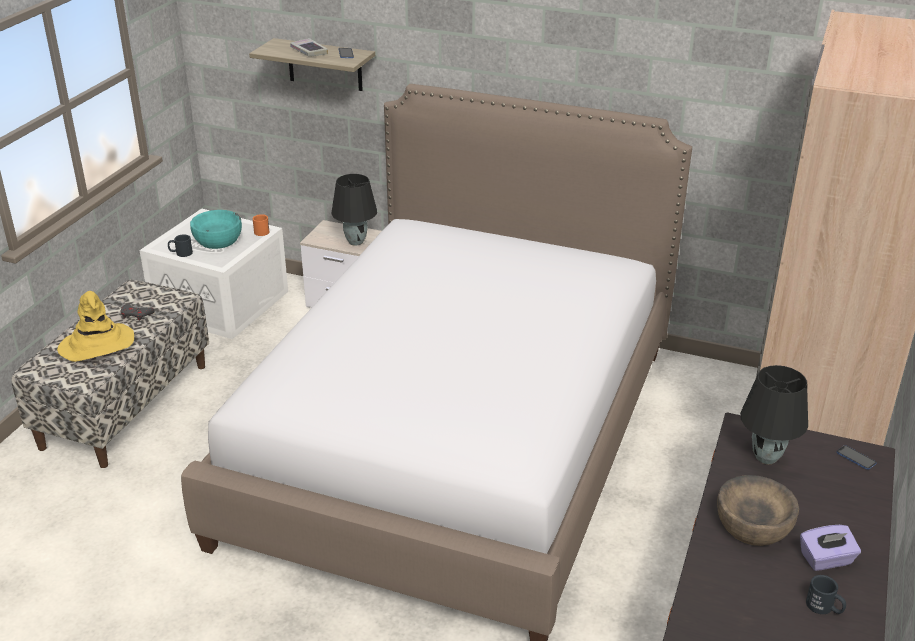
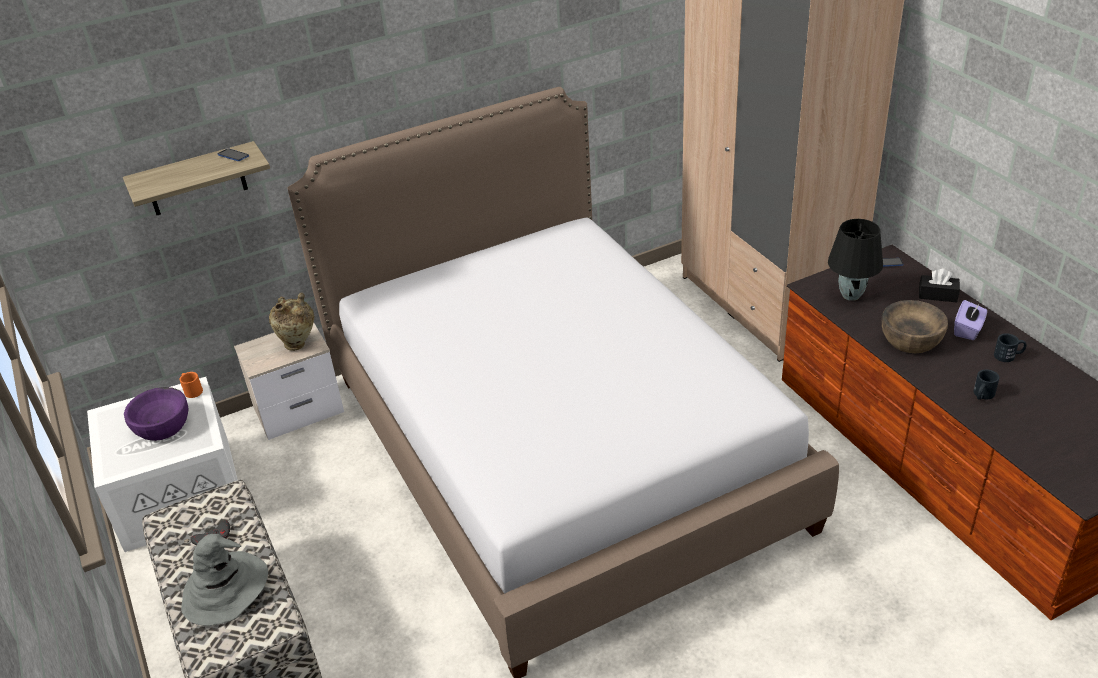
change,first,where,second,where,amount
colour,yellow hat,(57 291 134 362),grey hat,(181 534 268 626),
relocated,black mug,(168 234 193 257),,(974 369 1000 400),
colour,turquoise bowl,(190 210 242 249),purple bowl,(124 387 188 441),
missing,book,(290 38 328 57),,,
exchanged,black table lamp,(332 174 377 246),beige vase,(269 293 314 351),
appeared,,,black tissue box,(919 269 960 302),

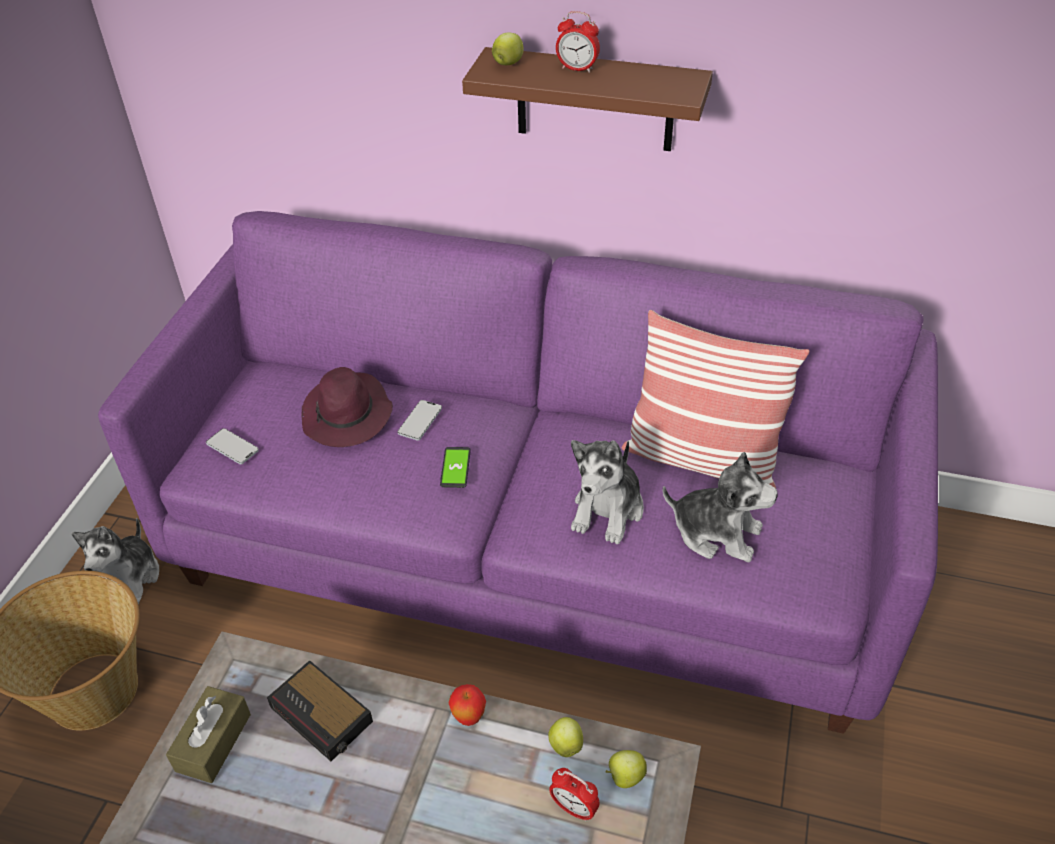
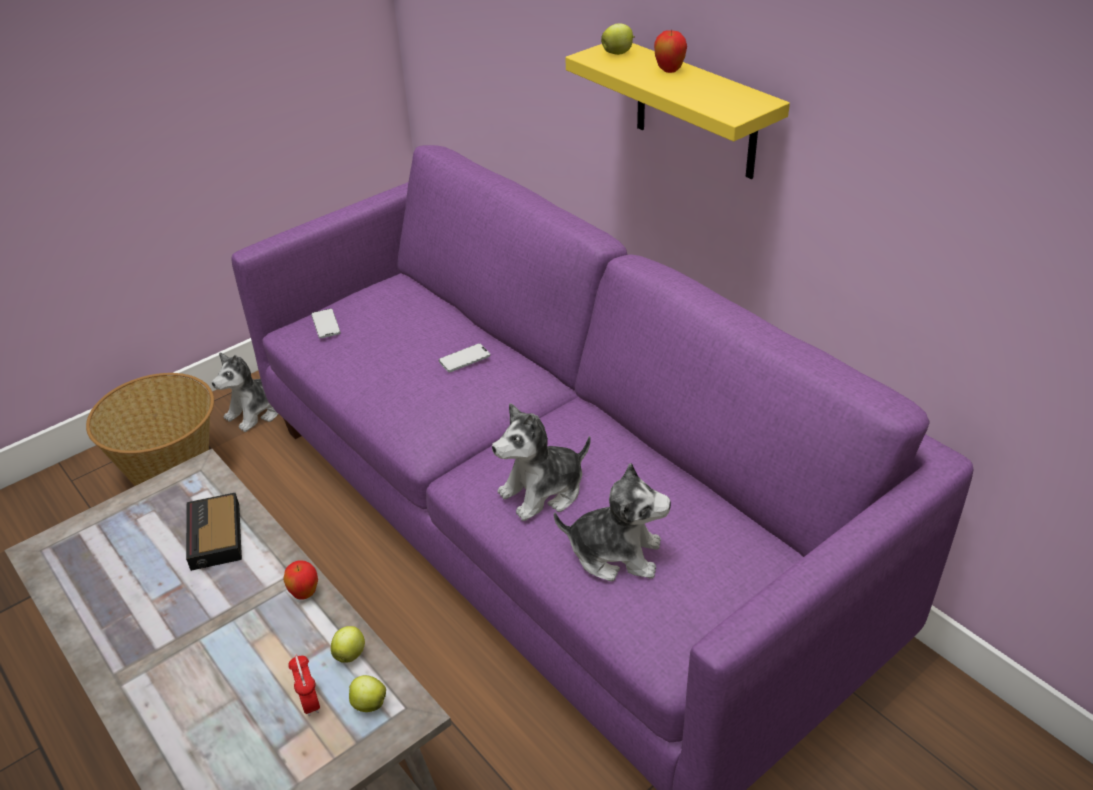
change,first,where,second,where,amount
missing,brown tissue box,(166 686 251 783),,,
missing,purple hat,(301 367 393 447),,,
missing,phone,(440 447 471 488),,,
colour,brown shelf,(462 47 713 151),yellow shelf,(566 43 790 179),
exchanged,alarm clock,(556 11 600 73),apple,(654 29 687 73),
missing,pillow,(621 310 810 488),,,
spun,plush toy,(662 452 778 562),,(554 463 671 581),45 degrees counterclockwise

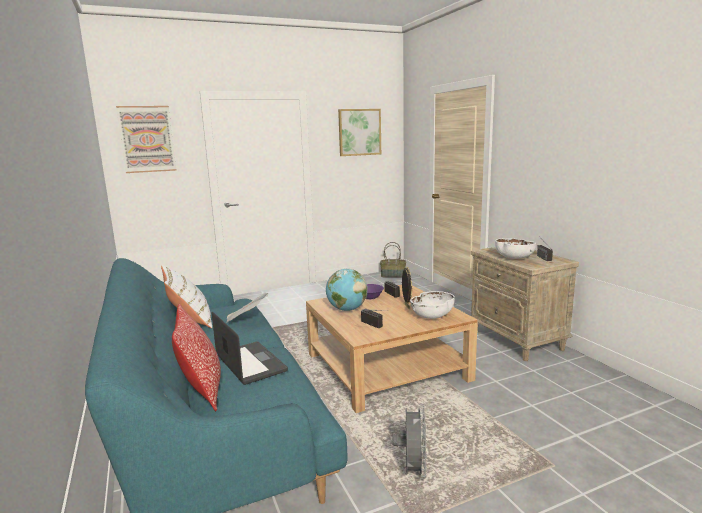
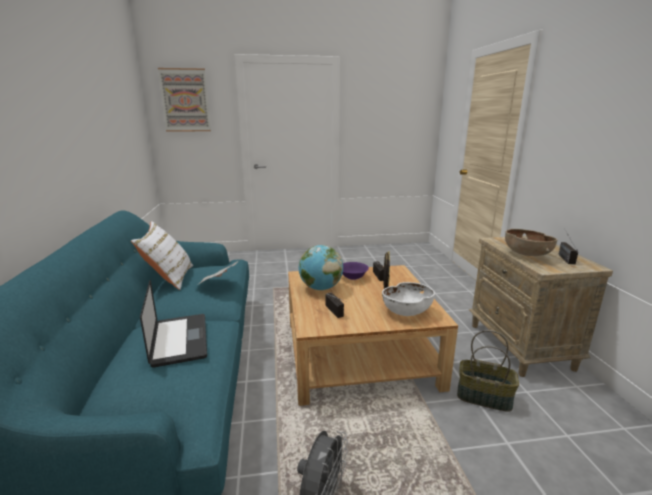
change,first,where,second,where,amount
missing,pillow,(172 304 221 412),,,
missing,picture,(338 109 381 156),,,
relocated,basket,(380 242 406 278),,(457 330 519 412),
colour,white bowl,(495 238 536 259),brown bowl,(505 229 557 256),

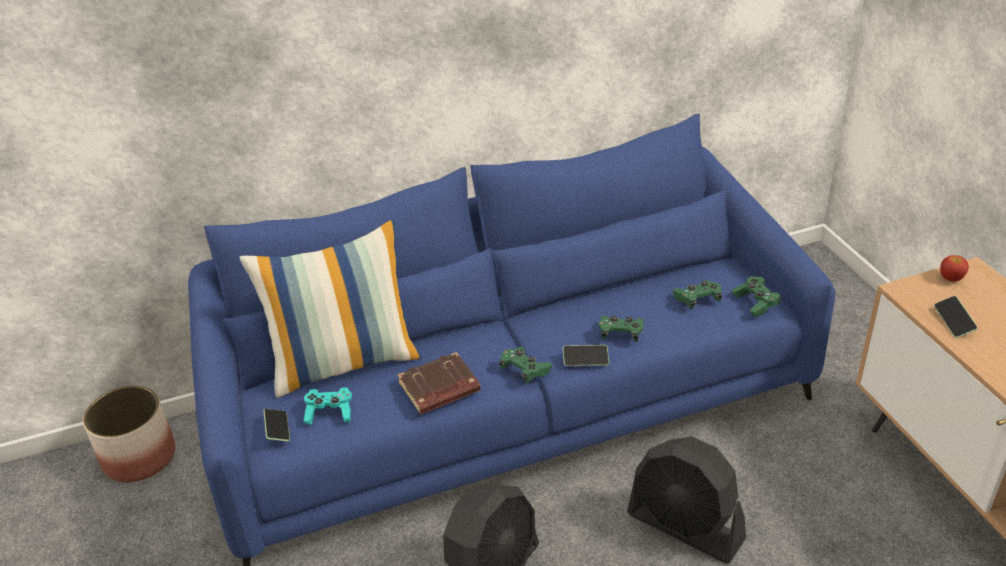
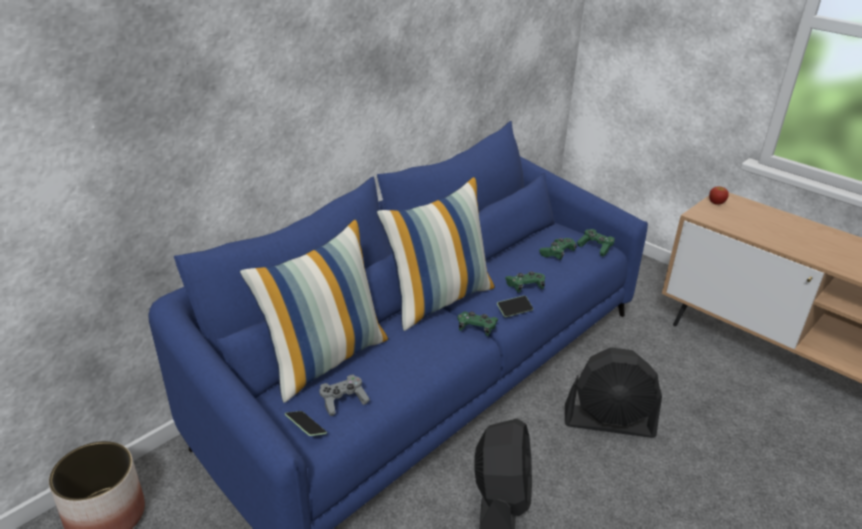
change,first,where,second,where,amount
colour,turquoise game controller,(304 387 352 425),grey game controller,(319 374 370 416),
missing,brown book,(397 352 481 414),,,
missing,phone,(934 296 978 338),,,
appeared,,,pillow,(377 176 495 331),

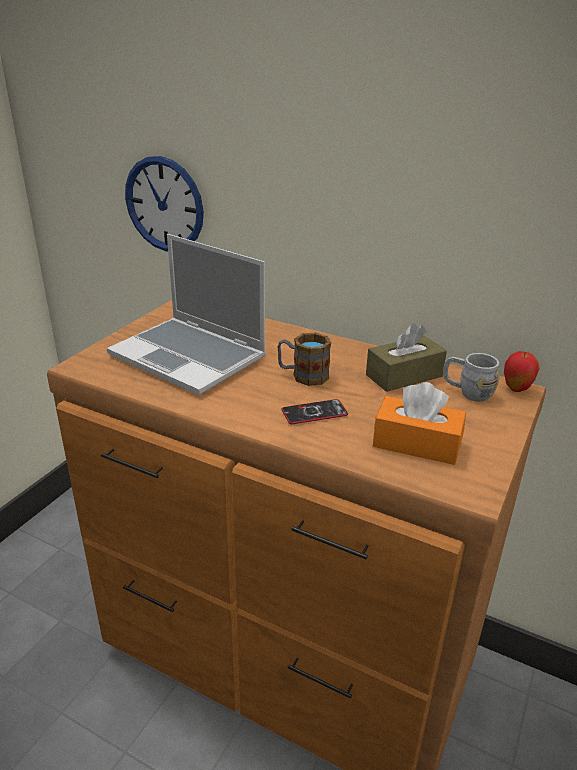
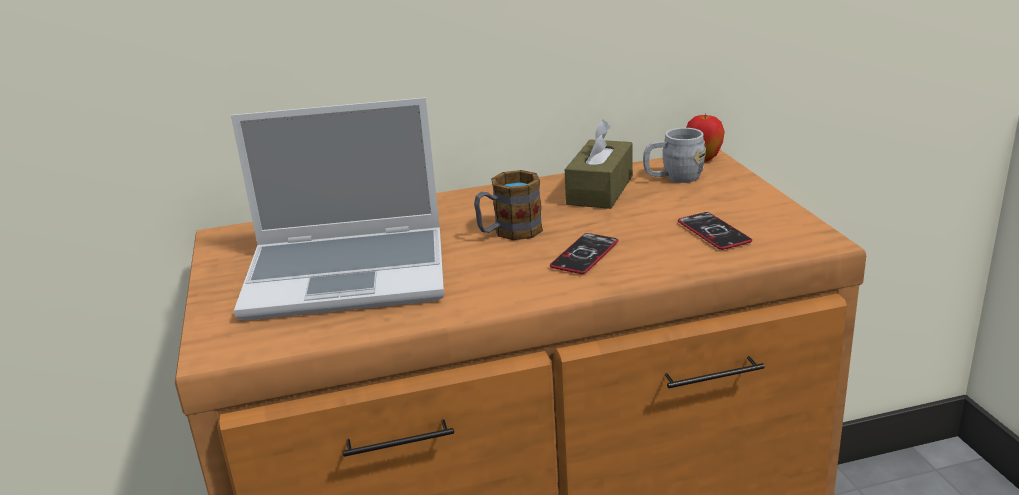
change,first,where,second,where,amount
missing,wall clock,(125 156 204 251),,,
exchanged,orange tissue box,(373 382 466 465),phone,(678 212 752 250),

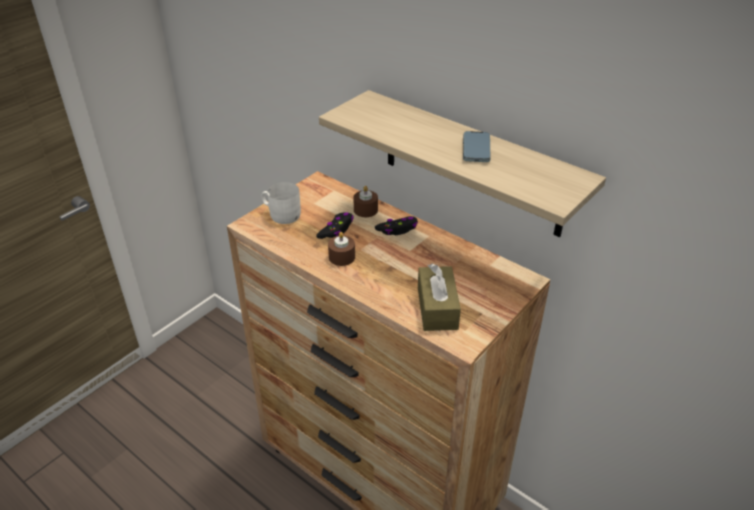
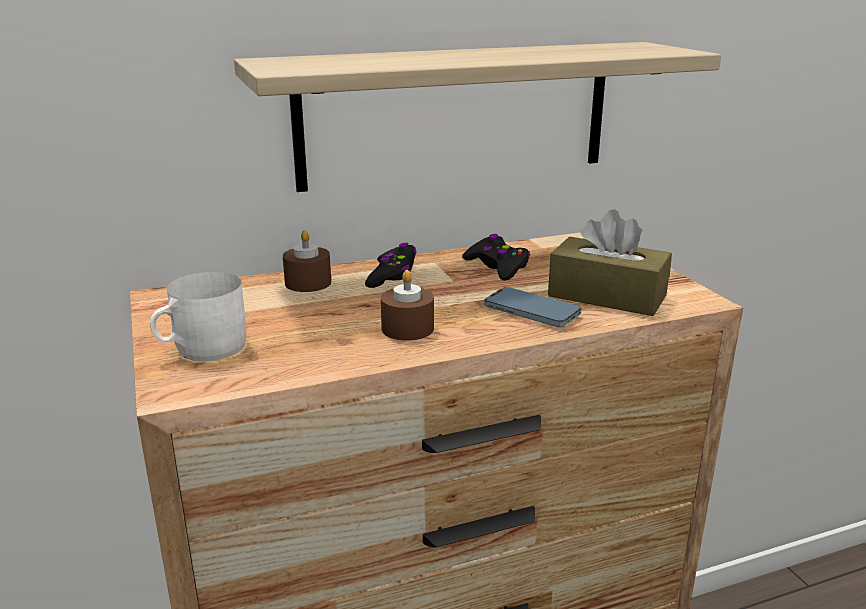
change,first,where,second,where,amount
relocated,black game controller,(316 212 354 239),,(462 234 530 281),
relocated,phone,(463 131 491 162),,(484 287 581 327),

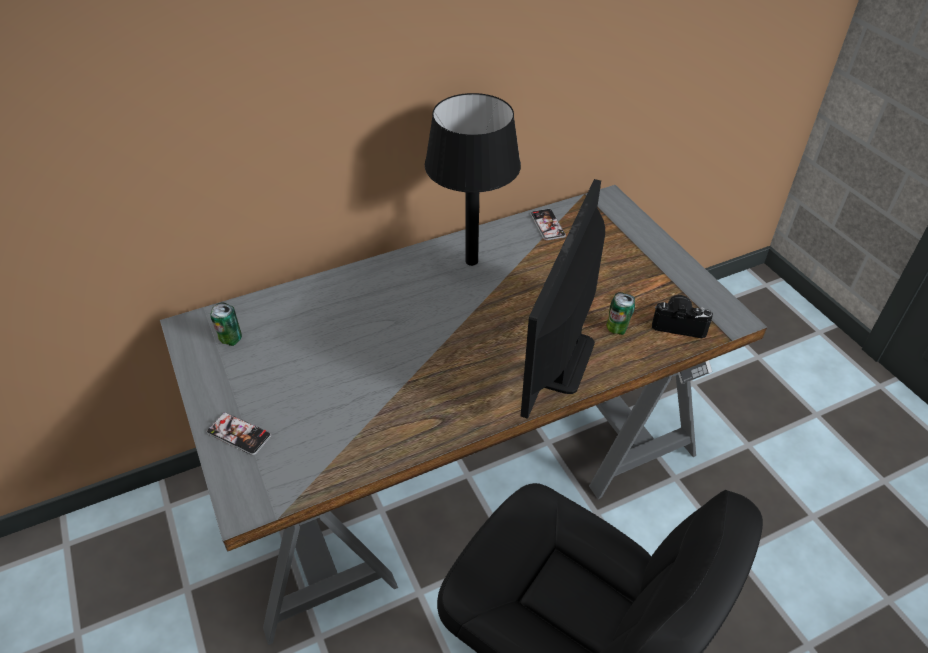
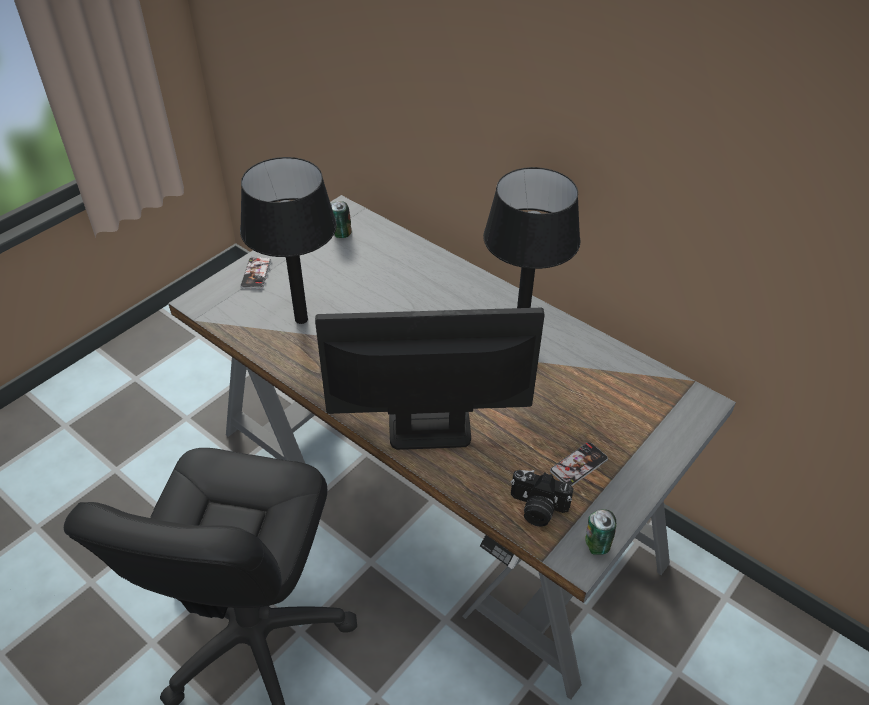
change,first,where,second,where,amount
relocated,phone,(530 209 566 240),,(550 442 608 486),
relocated,can,(606 292 635 335),,(585 509 616 555),
spun,photo camera,(652 295 713 338),,(511 470 574 527),120 degrees clockwise
appeared,,,black table lamp,(240 157 337 324),

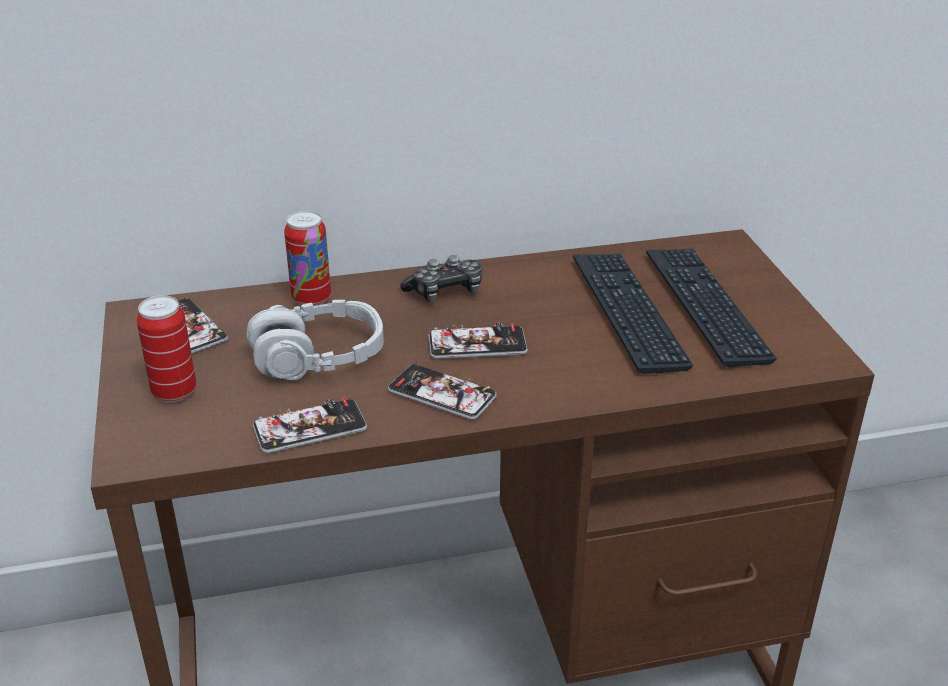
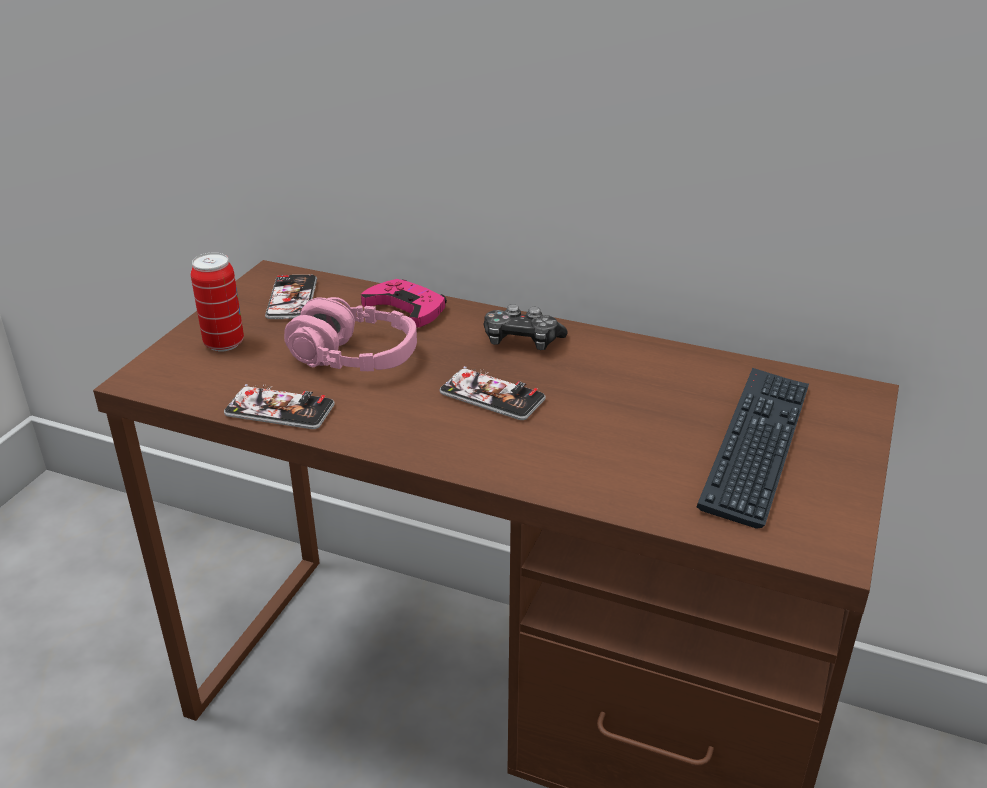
change,first,where,second,where,amount
colour,grey headphones,(246 300 384 380),pink headphones,(284 297 417 371),
exchanged,can,(284 211 331 306),pink game controller,(361 279 447 327),
missing,phone,(388 364 497 420),,,
missing,keyboard,(573 253 694 374),,,

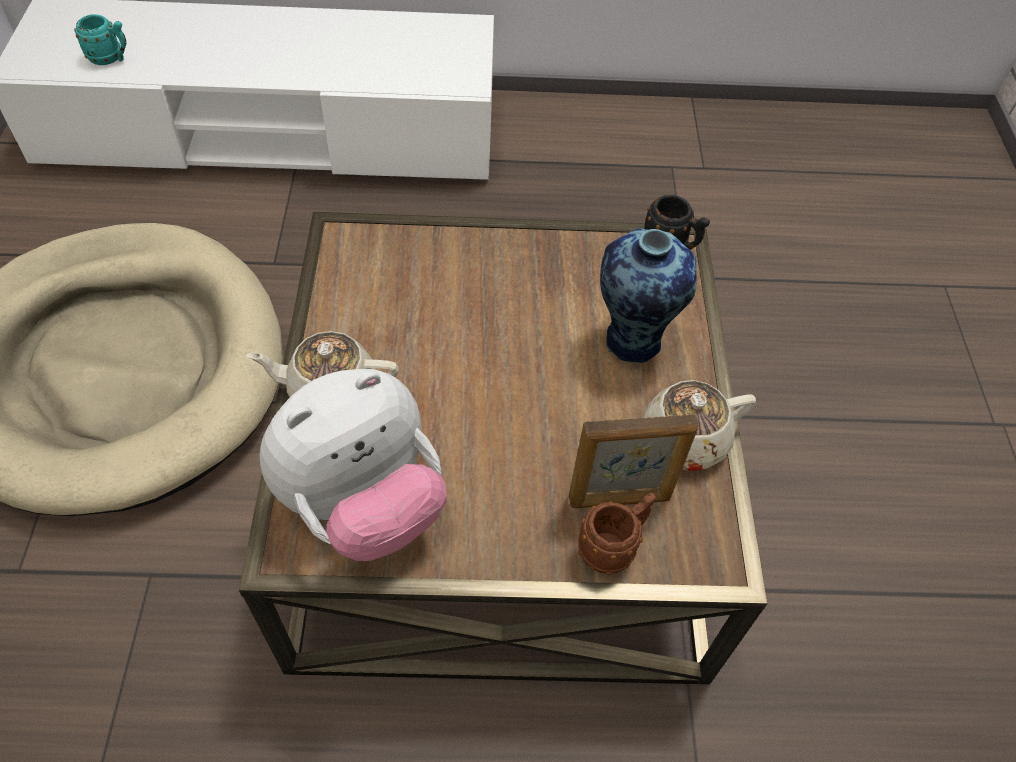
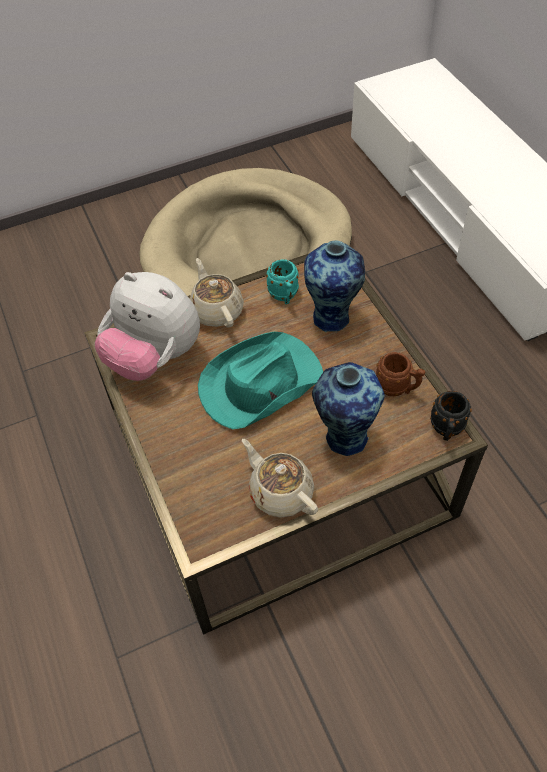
change,first,where,second,where,amount
relocated,turquoise mug,(75 14 126 65),,(266 259 299 304),
missing,picture frame,(569 414 699 508),,,
relocated,brown mug,(578 493 656 575),,(376 352 425 396),
appeared,,,turquoise hat,(198 332 323 429),
appeared,,,vase,(304 240 365 333),

